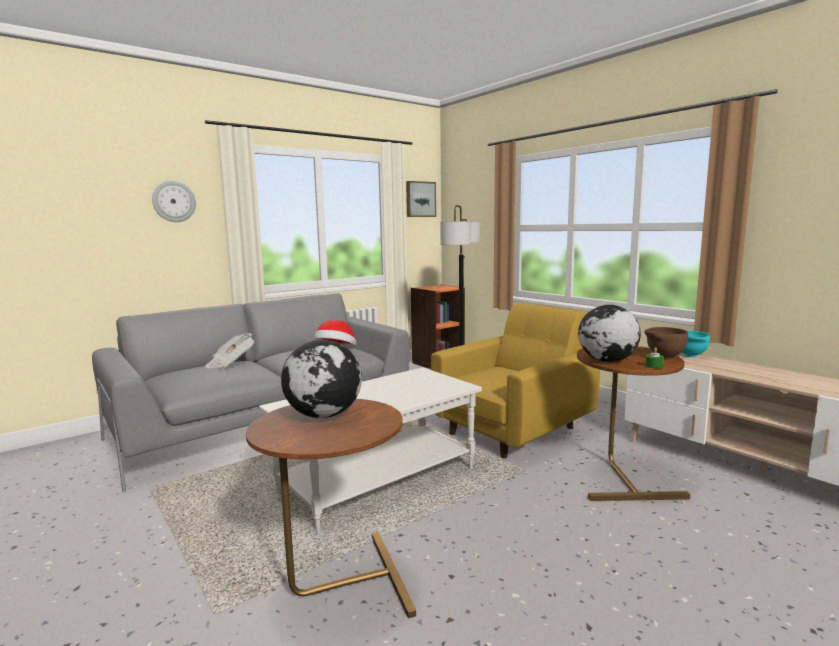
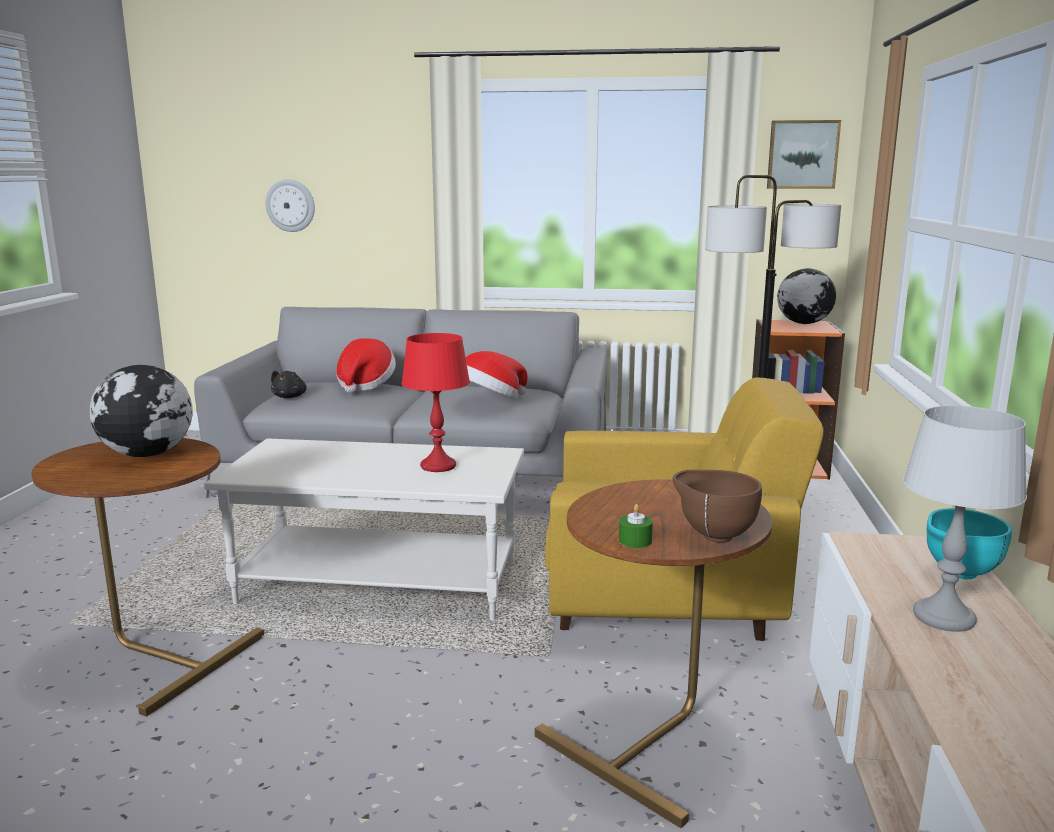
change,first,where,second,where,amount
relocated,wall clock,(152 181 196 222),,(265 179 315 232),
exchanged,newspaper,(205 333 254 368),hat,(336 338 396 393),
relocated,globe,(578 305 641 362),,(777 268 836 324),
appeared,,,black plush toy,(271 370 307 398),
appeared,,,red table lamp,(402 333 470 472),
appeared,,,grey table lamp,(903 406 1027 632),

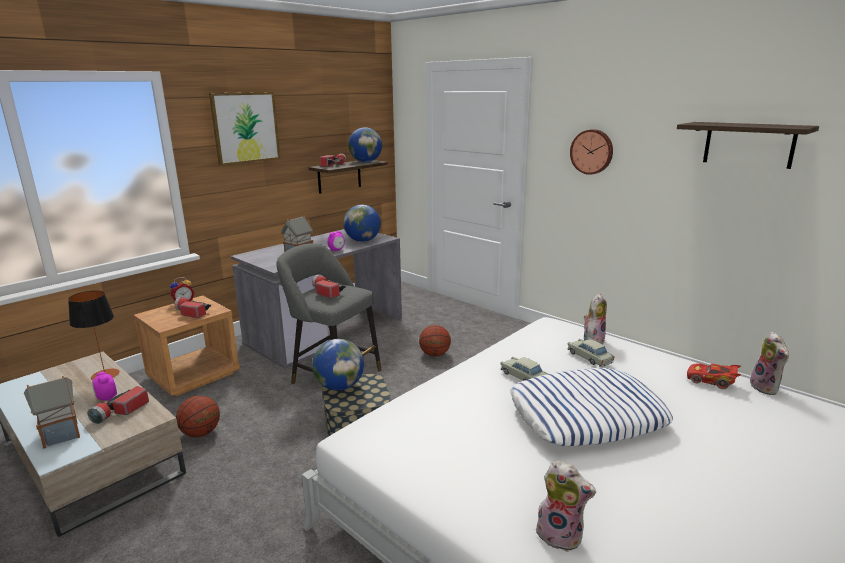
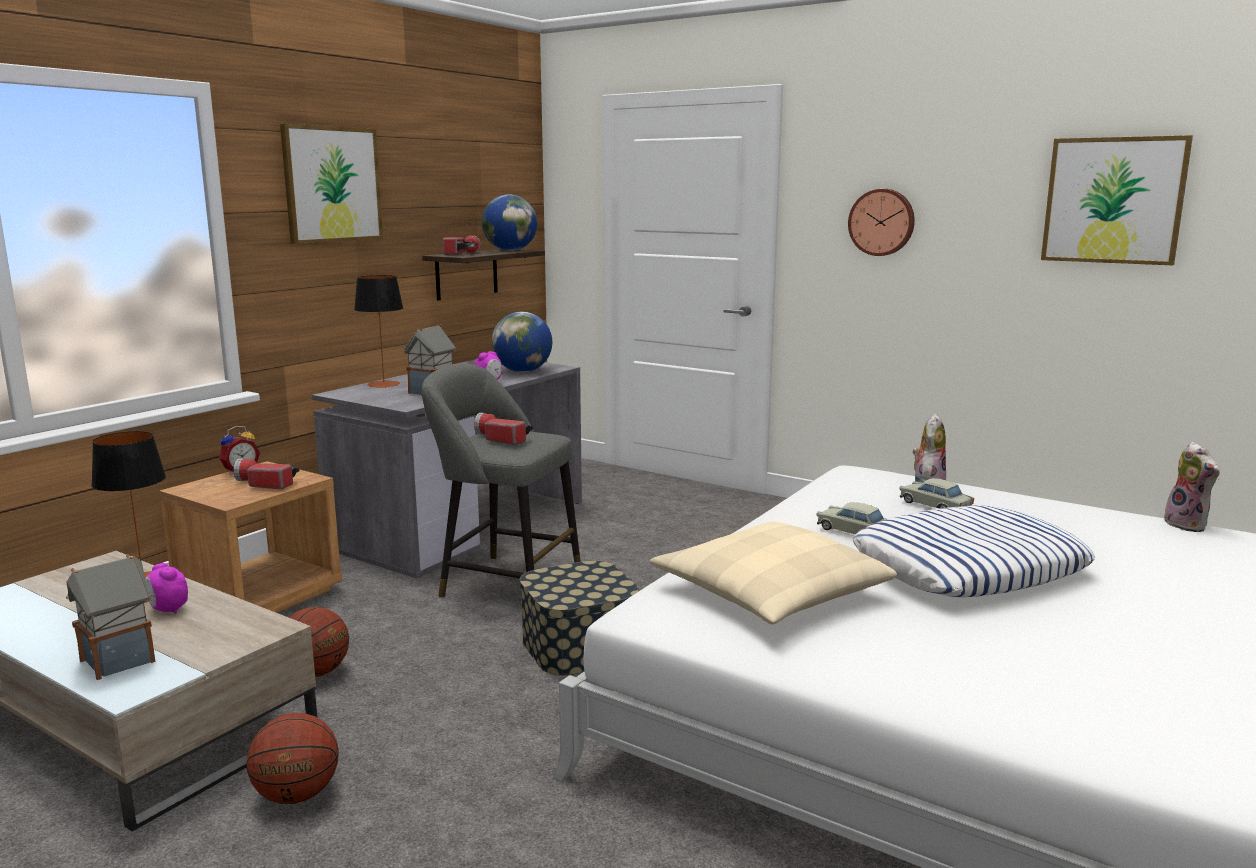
change,first,where,second,where,amount
missing,flashlight,(87 386 149 424),,,
missing,globe,(312 339 364 391),,,
relocated,basketball,(419 325 451 357),,(247 713 339 804),
missing,plush toy,(534 460 596 552),,,
exchanged,shelf,(677 122 819 169),picture,(1041 135 1193 265),
missing,red toy car,(687 363 741 389),,,
appeared,,,table lamp,(354 275 403 388),
appeared,,,beige pillow,(650 522 897 624),

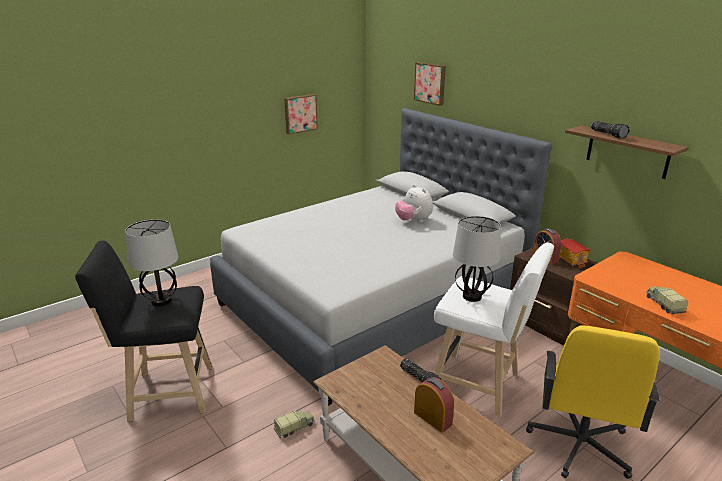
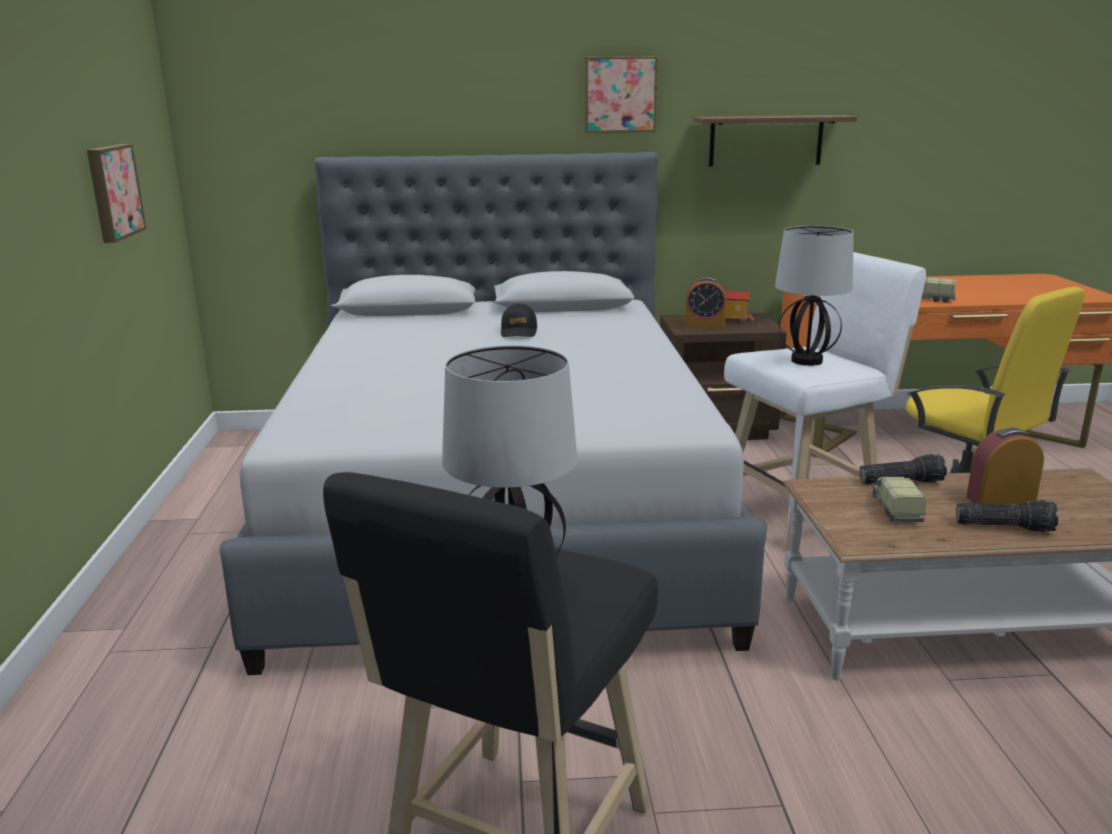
change,first,where,second,where,amount
relocated,toy truck,(274 410 315 438),,(872 477 927 522),
exchanged,plush toy,(395 185 433 222),black cap,(501 303 537 337),
relocated,picture,(414 62 446 106),,(585 56 658 133),
relocated,flashlight,(591 121 630 138),,(956 500 1058 532),

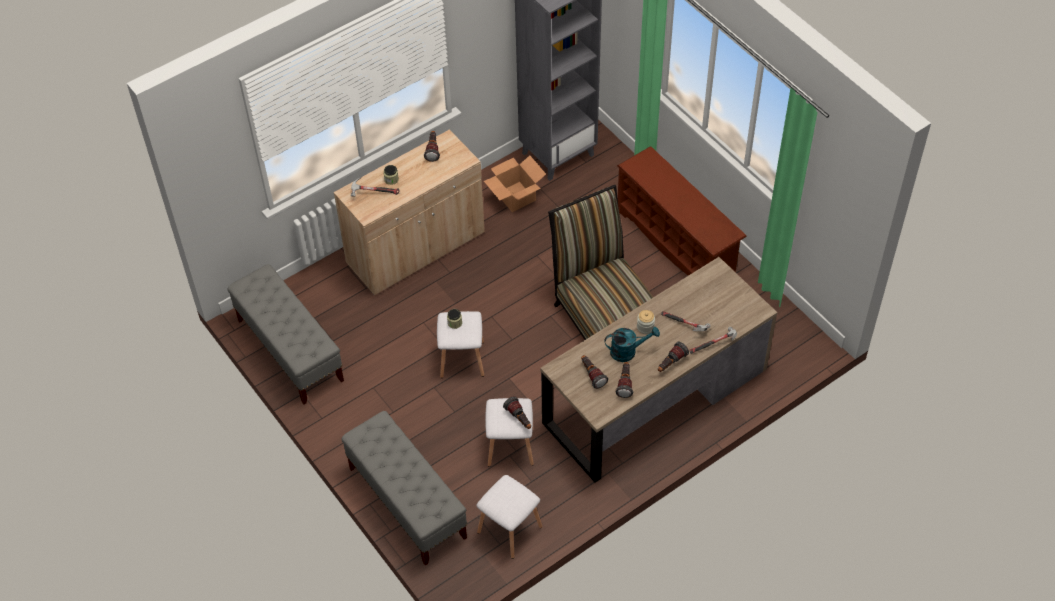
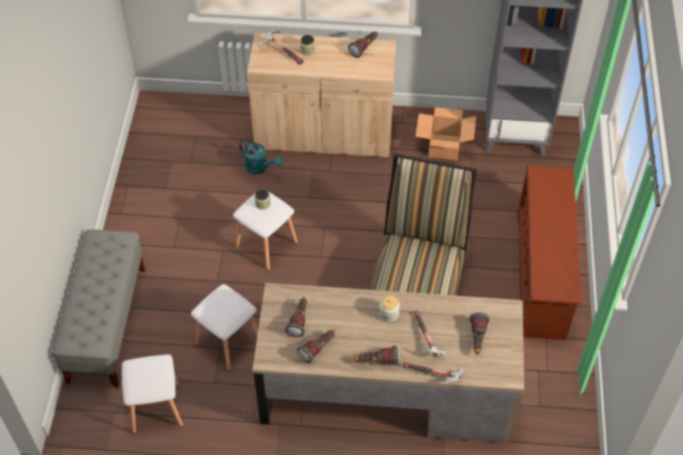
change,first,where,second,where,amount
missing,grey bench,(227 264 344 404),,,
relocated,flashlight,(503 396 531 429),,(470 312 490 354),
relocated,turquoise watering can,(604 327 660 362),,(239 141 282 174),

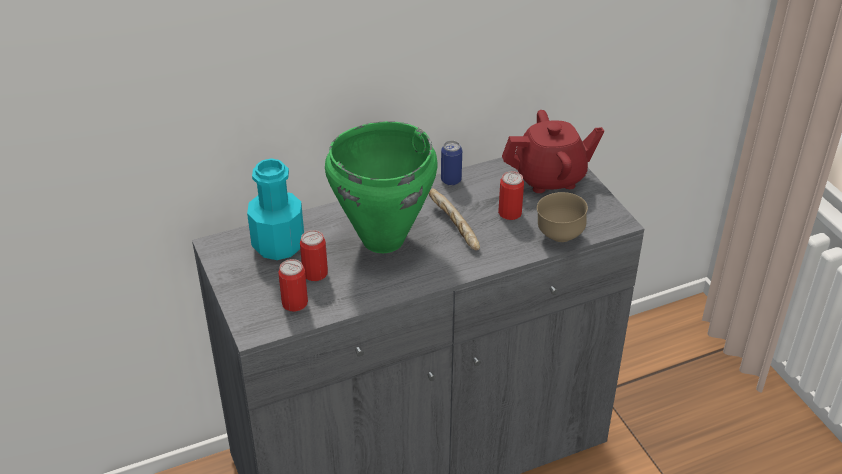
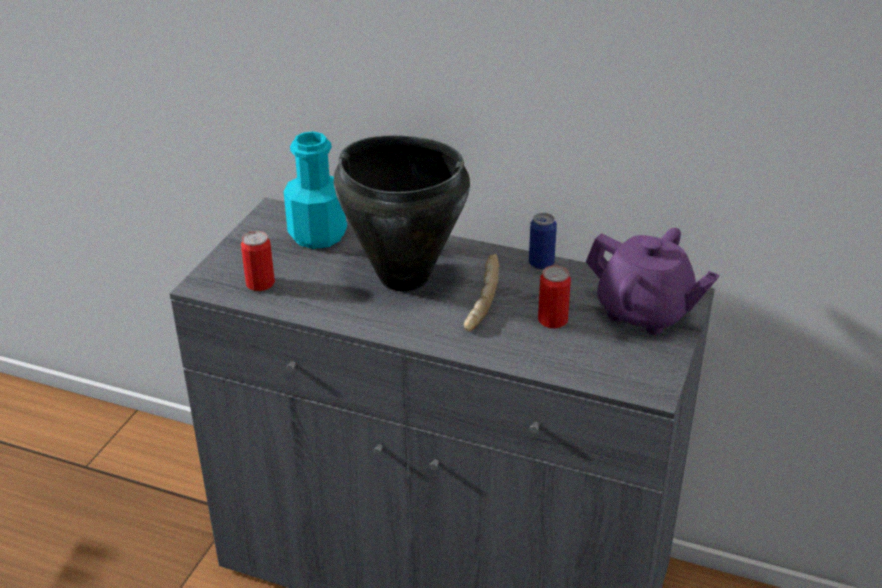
change,first,where,second,where,amount
missing,can,(300 230 328 281),,,
colour,green cooking pot,(325 121 438 253),black cooking pot,(334 135 470 291),
colour,red teapot,(502 110 604 193),purple teapot,(586 228 719 335),
missing,brown bowl,(537 192 588 242),,,

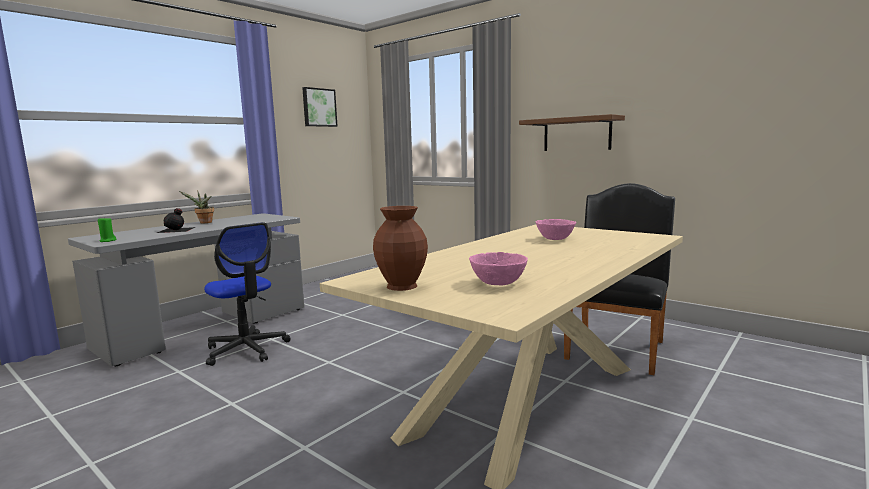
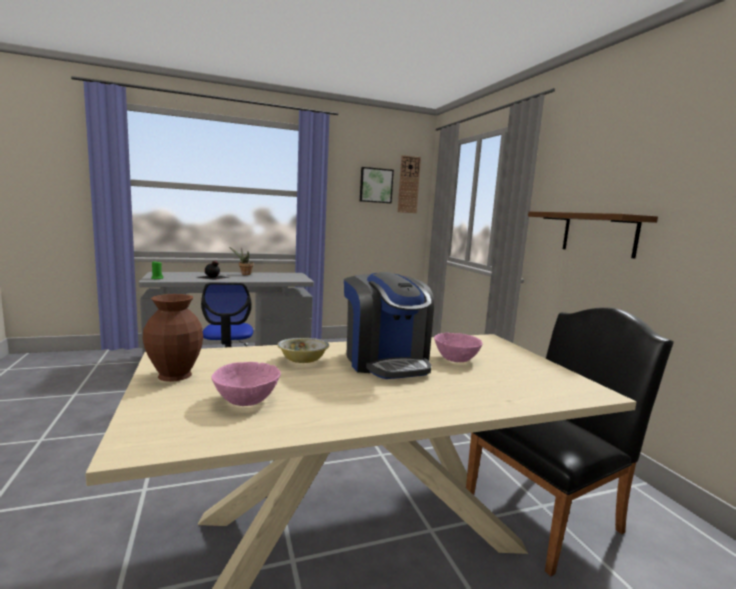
change,first,where,second,where,amount
appeared,,,bowl,(278 338 329 363),
appeared,,,coffee machine,(344 272 434 379),
appeared,,,wall clock,(398 155 421 213),

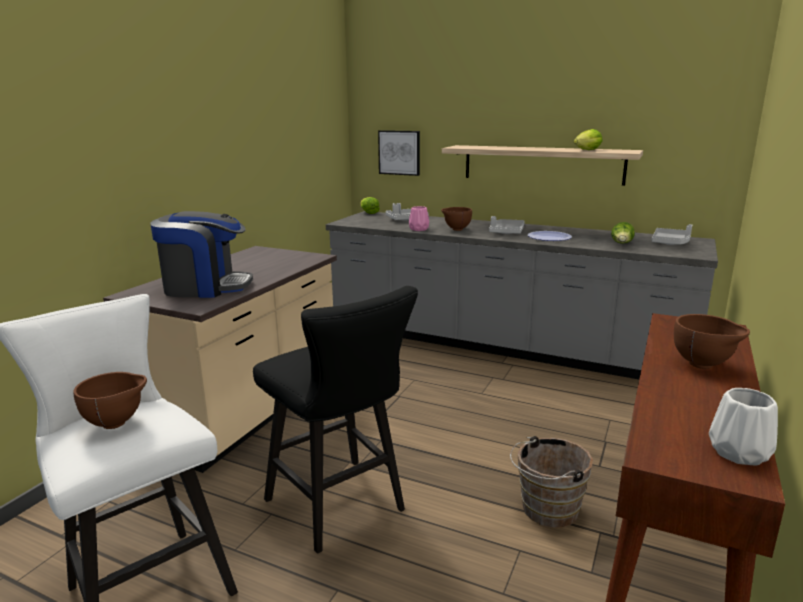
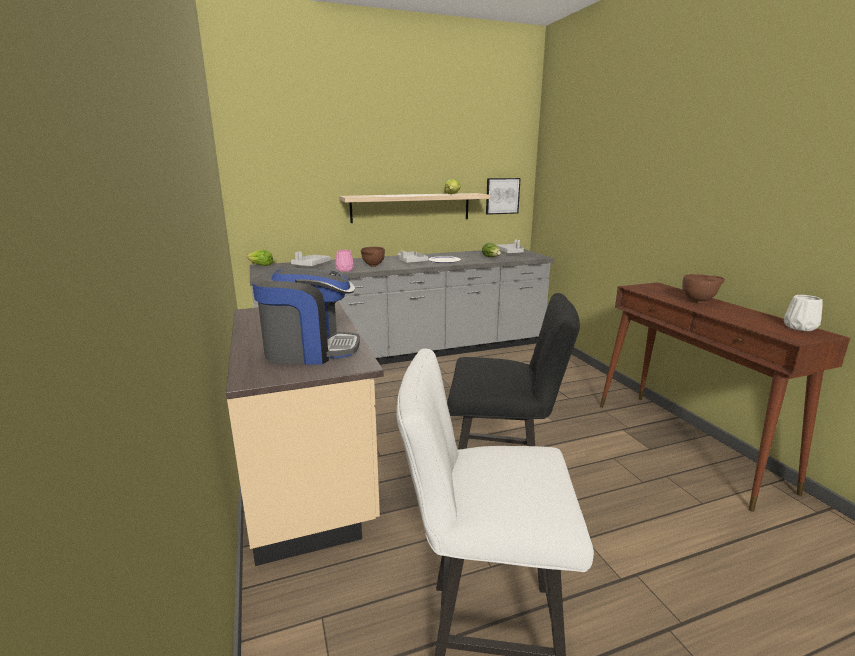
change,first,where,second,where,amount
missing,brown bowl,(74 372 147 429),,,
spun,coffee machine,(150 211 253 298),,(252 268 360 365),45 degrees clockwise
relocated,picture,(378 130 420 176),,(486 178 521 215),
missing,brown bucket,(510 436 593 528),,,

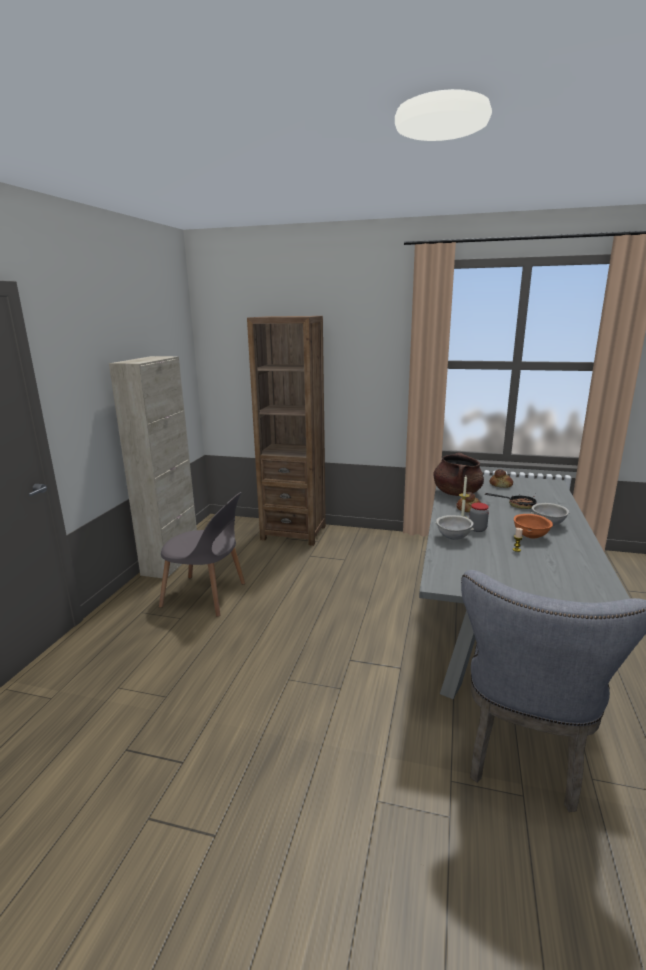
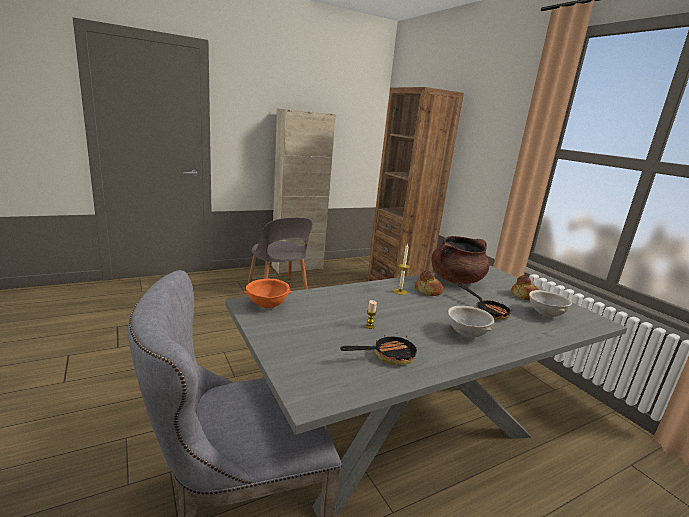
change,first,where,second,where,amount
relocated,grey bowl,(436 515 474 540),,(529 290 572 317),
missing,jar,(469 503 489 532),,,
relocated,orange bowl,(514 514 553 538),,(244 279 292 308),
appeared,,,frying pan,(340 333 417 366),

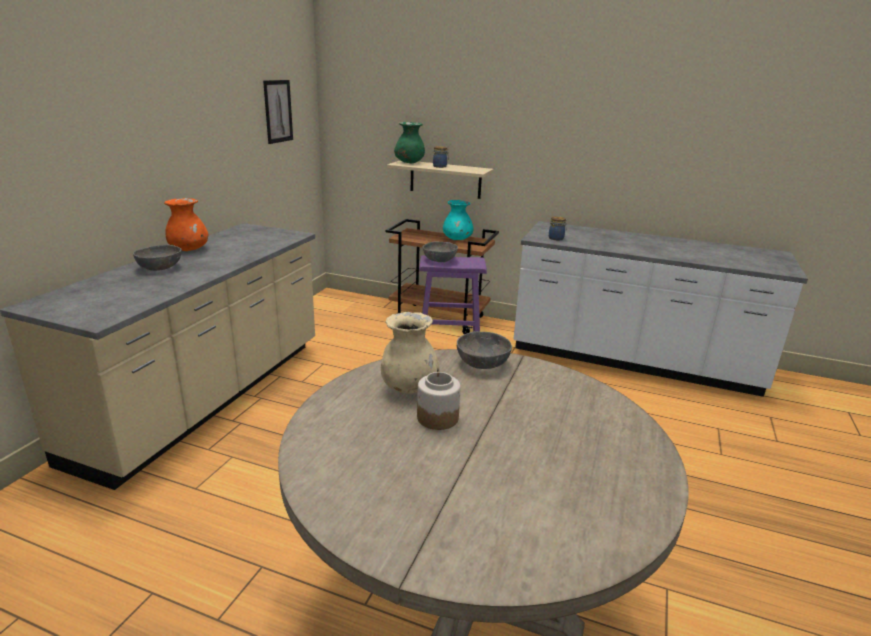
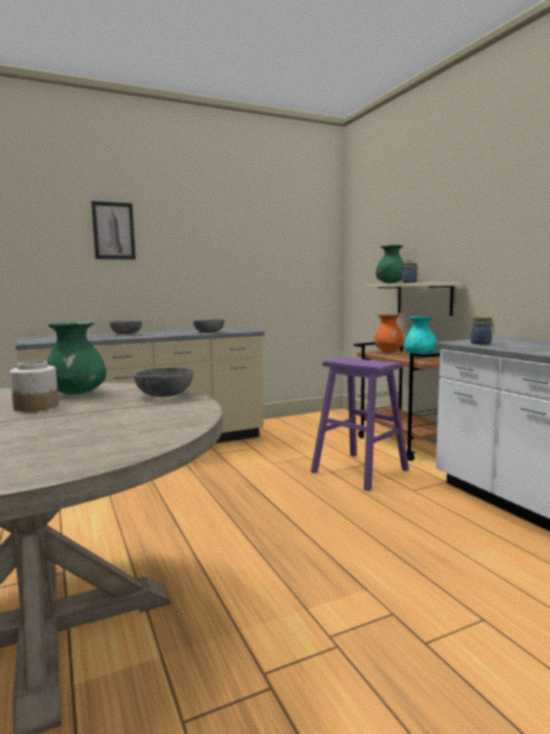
change,first,where,second,where,amount
relocated,orange vase,(164 198 208 251),,(374 314 405 352),
relocated,picture,(263 80 293 144),,(91 201 136 260),
colour,beige vase,(381 312 440 394),green vase,(47 322 107 394),
relocated,grey bowl,(423 242 458 262),,(193 319 225 333),

